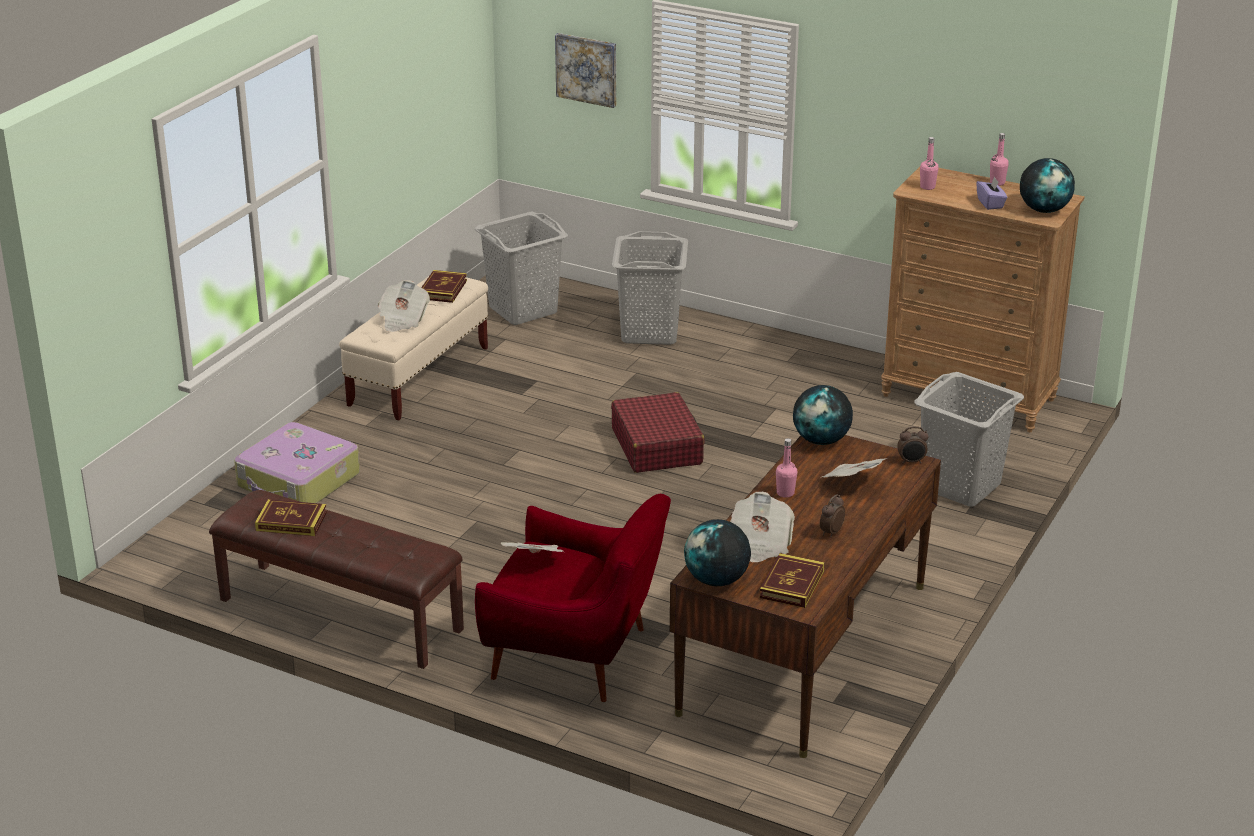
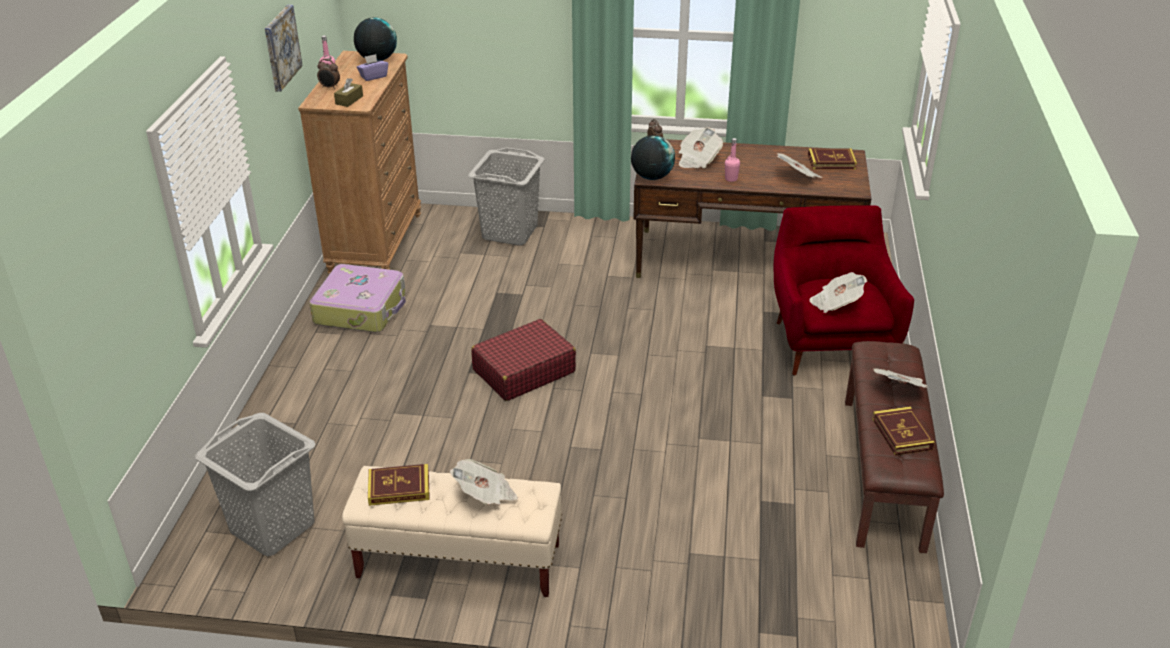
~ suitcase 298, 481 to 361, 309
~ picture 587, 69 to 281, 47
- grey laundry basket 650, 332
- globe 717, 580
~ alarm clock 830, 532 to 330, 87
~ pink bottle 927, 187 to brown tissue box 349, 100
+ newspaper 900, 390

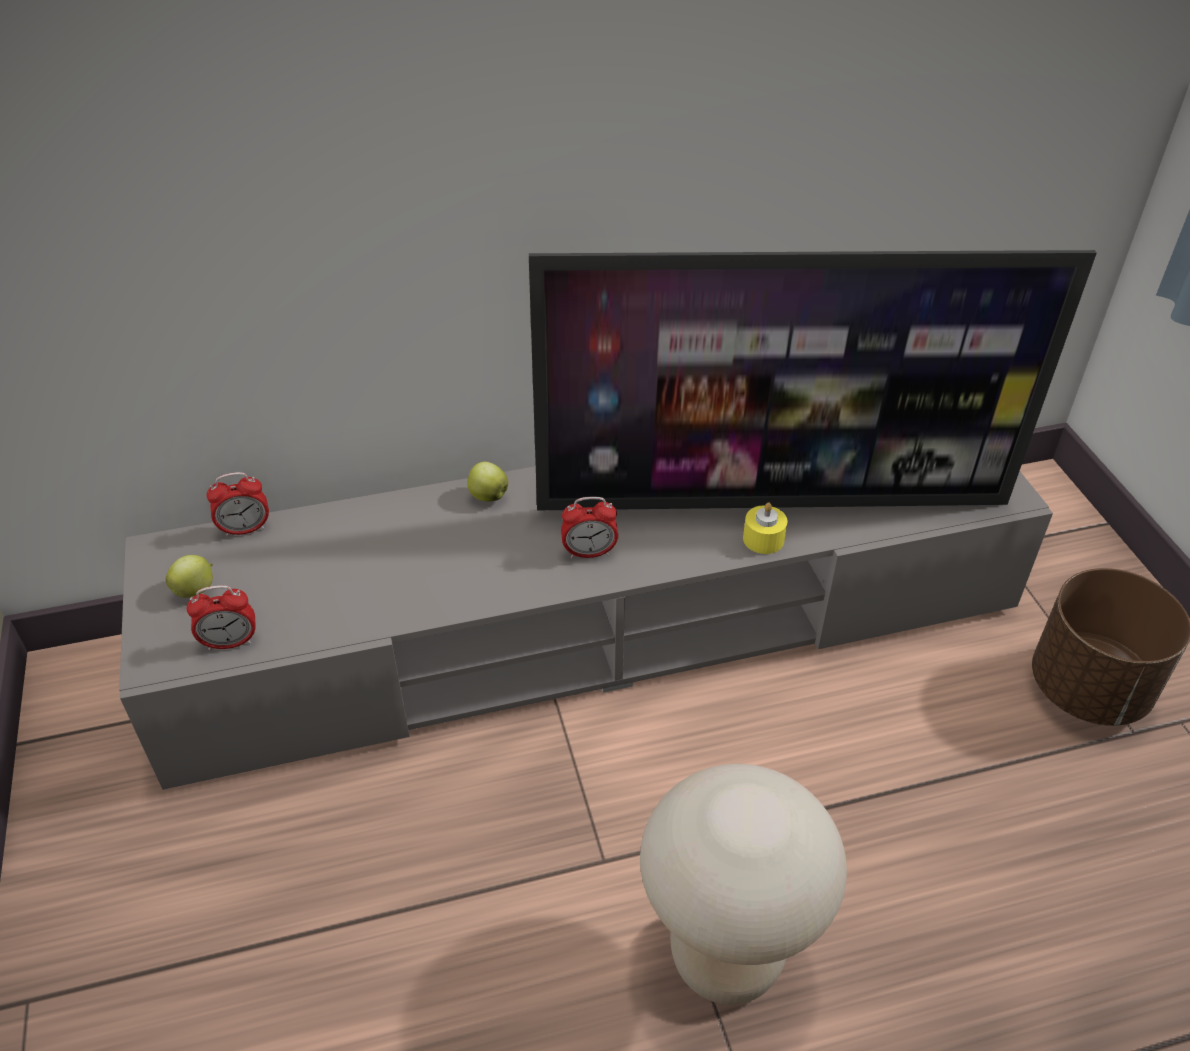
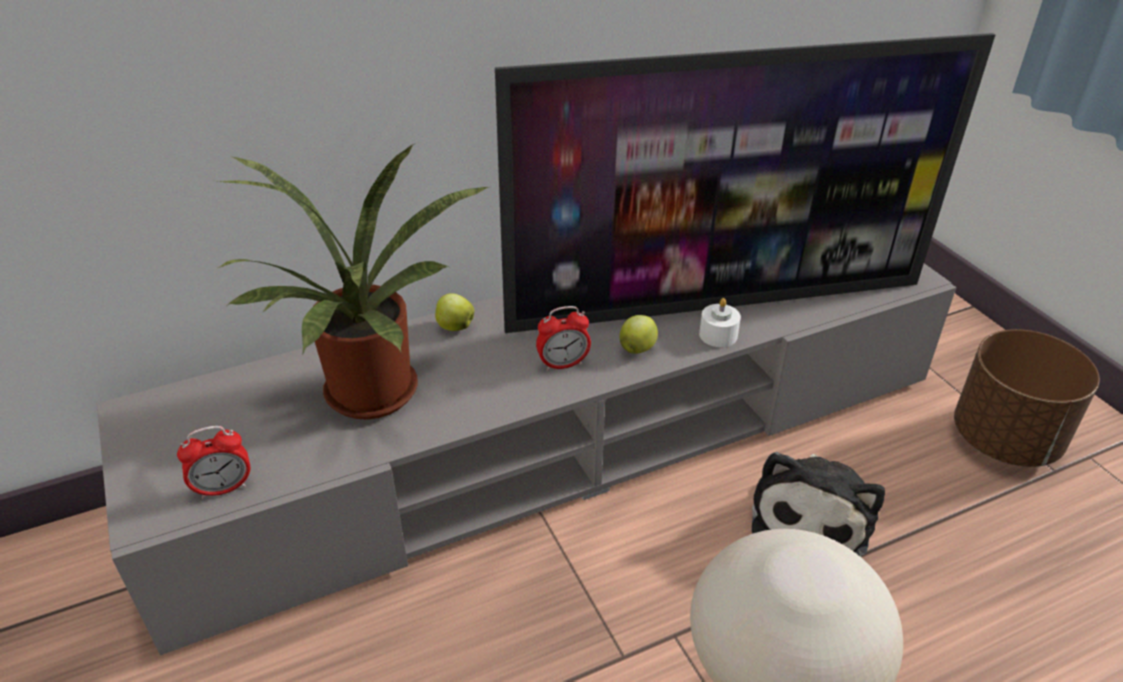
~ apple 196, 590 to 637, 348
- alarm clock 245, 529
~ yellow candle 763, 539 to white candle 718, 335
+ potted plant 371, 399
+ plush toy 812, 514

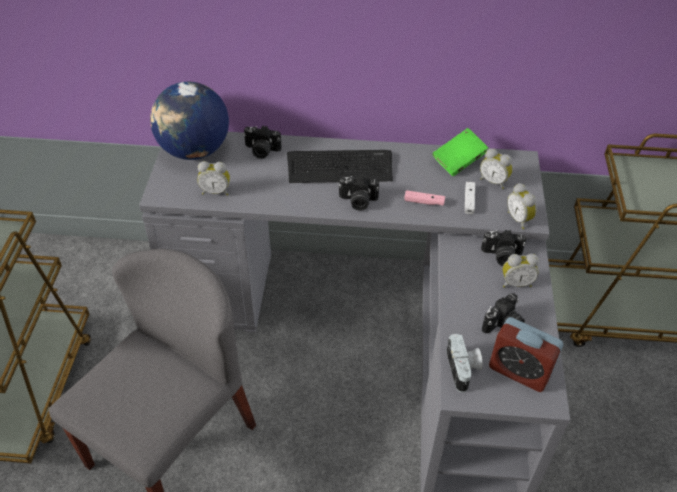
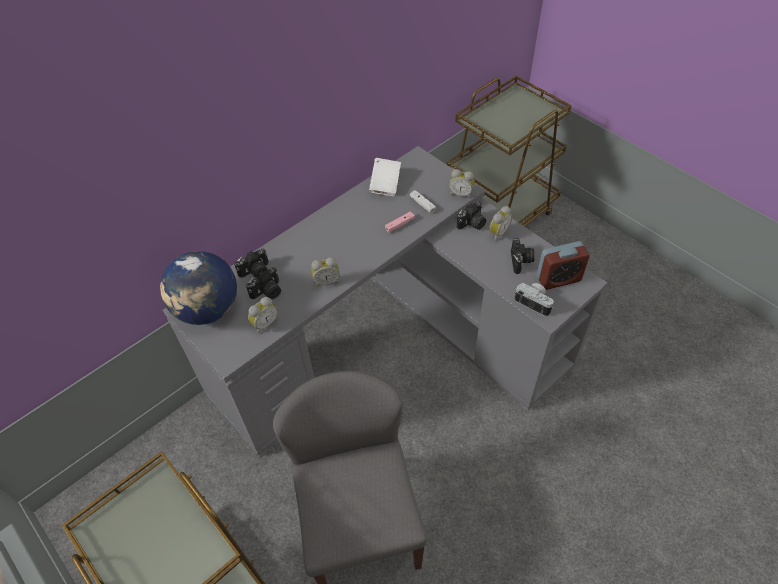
- keyboard 340, 167
~ photo camera 358, 201 to 268, 292
~ green book 458, 161 to white book 385, 184
~ alarm clock 494, 181 to 326, 281

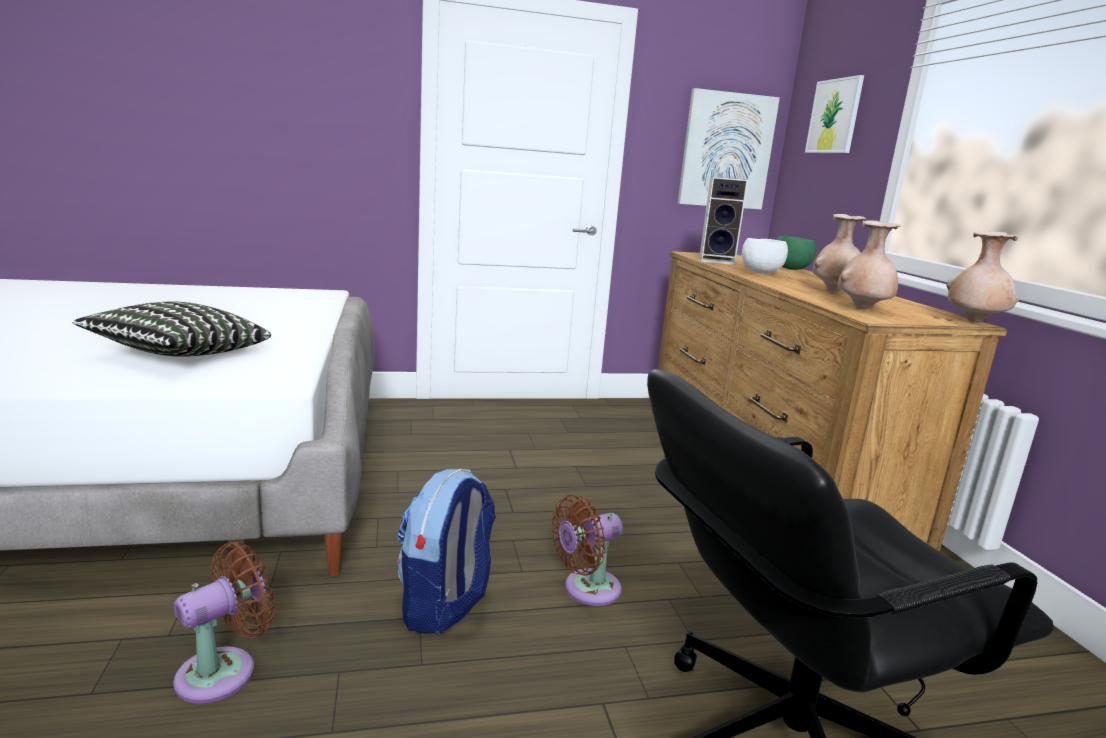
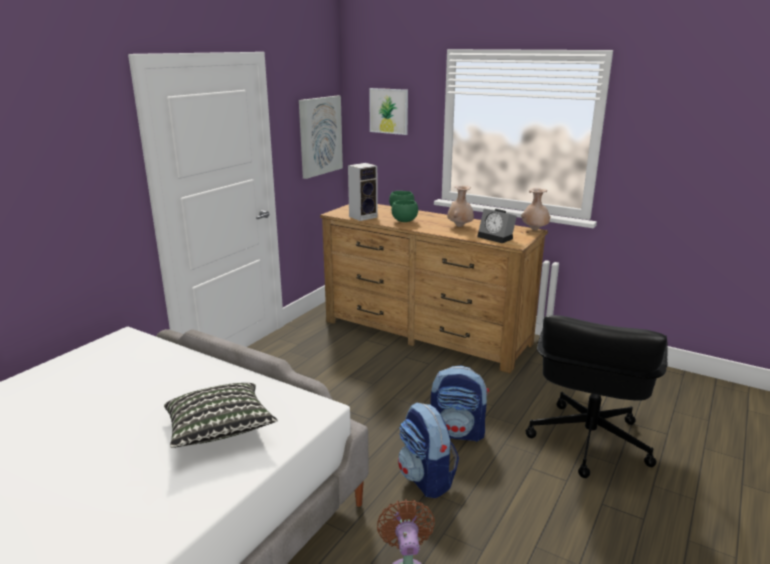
~ brown fan 586, 589 to backpack 457, 432
~ white bowl 761, 273 to green bowl 404, 221
~ beige vase 862, 308 to alarm clock 497, 237

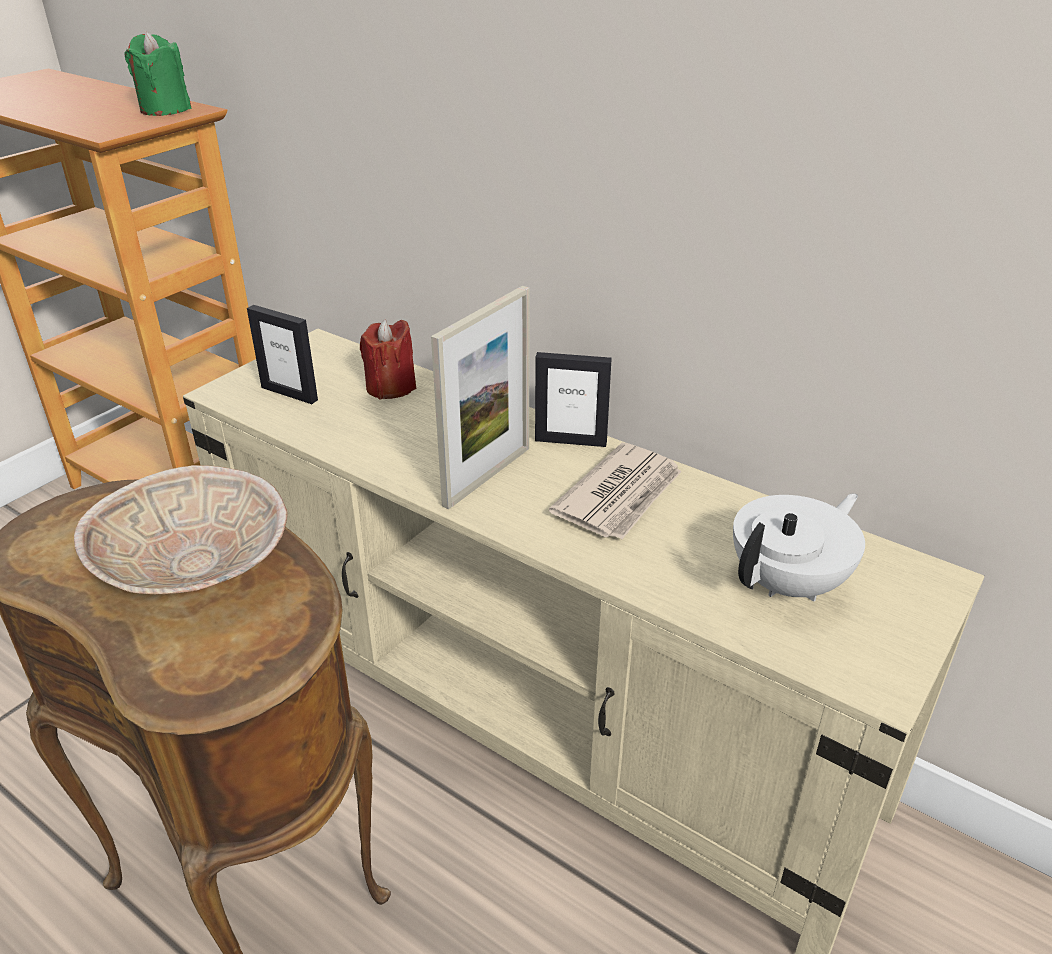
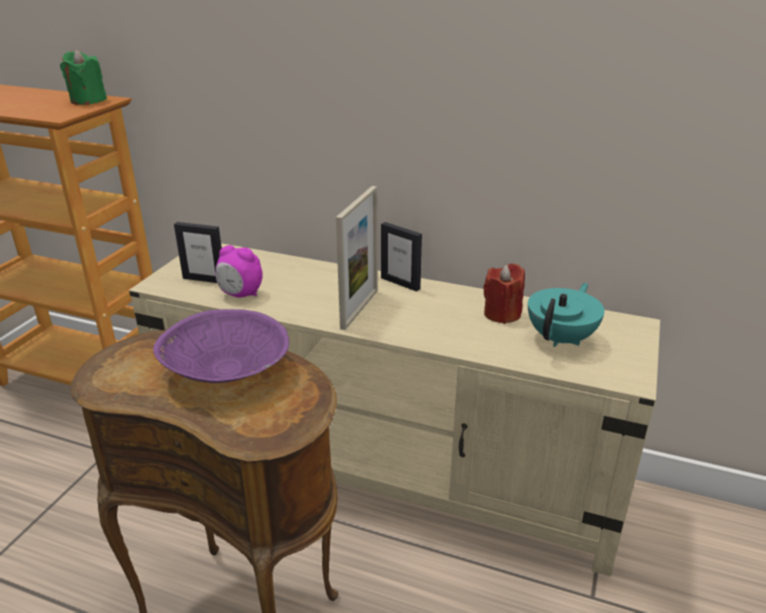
~ beige bowl 196, 568 to purple bowl 228, 372
~ red candle 391, 387 to 502, 314
~ picture frame 571, 441 = 400, 283 45 degrees clockwise
- newspaper 621, 496
~ white teapot 790, 583 to turquoise teapot 561, 338
+ alarm clock 240, 294

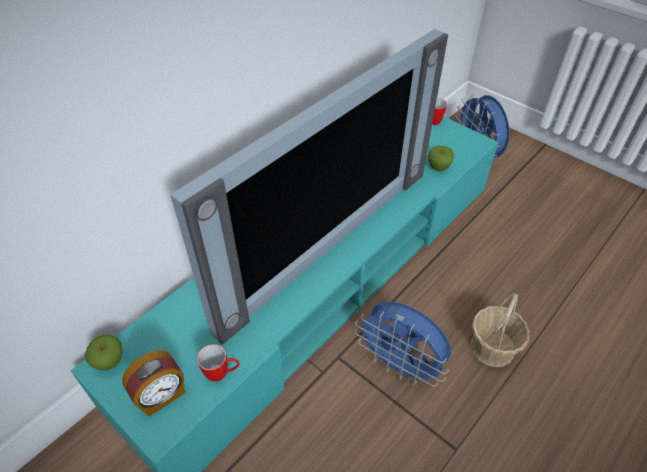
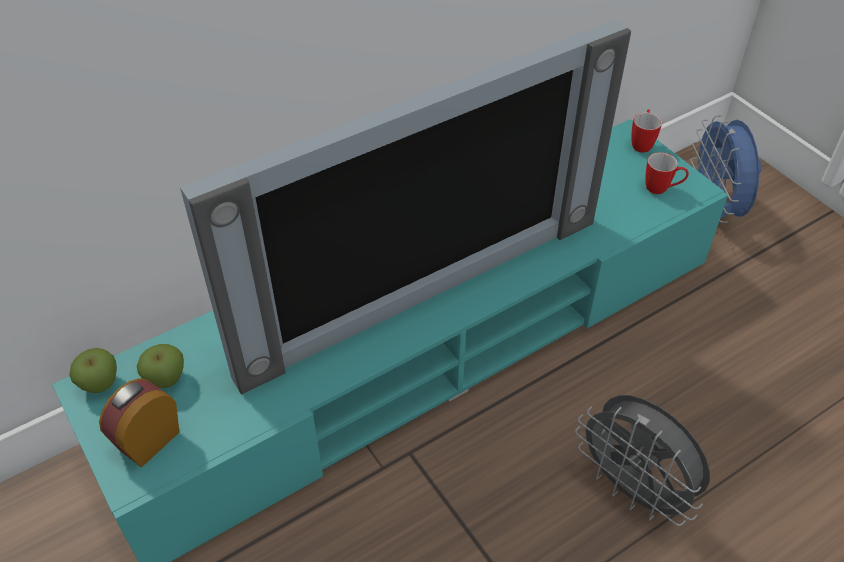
~ alarm clock 161, 396 = 148, 440 150 degrees clockwise
~ mug 222, 373 to 662, 189
- blue fan 400, 365
~ apple 438, 167 to 166, 379
~ basket 493, 347 to grey fan 634, 490

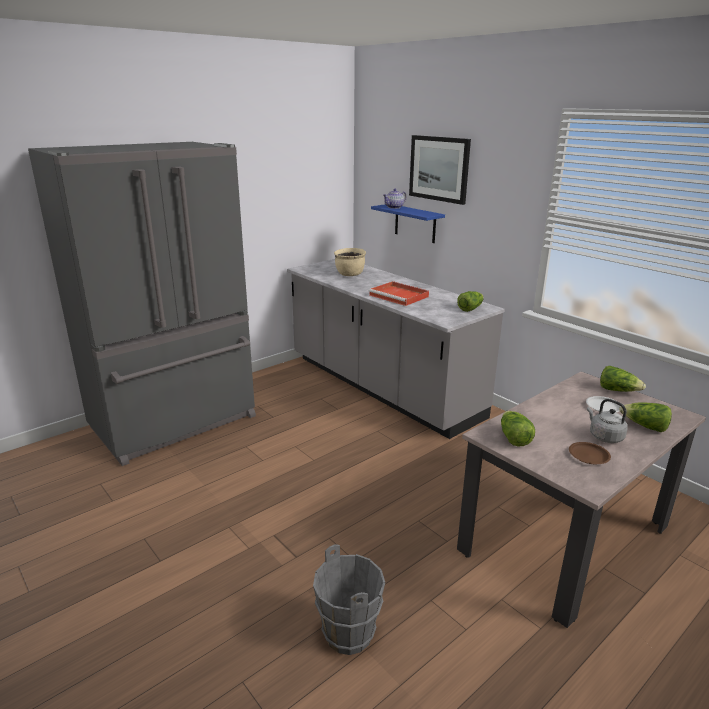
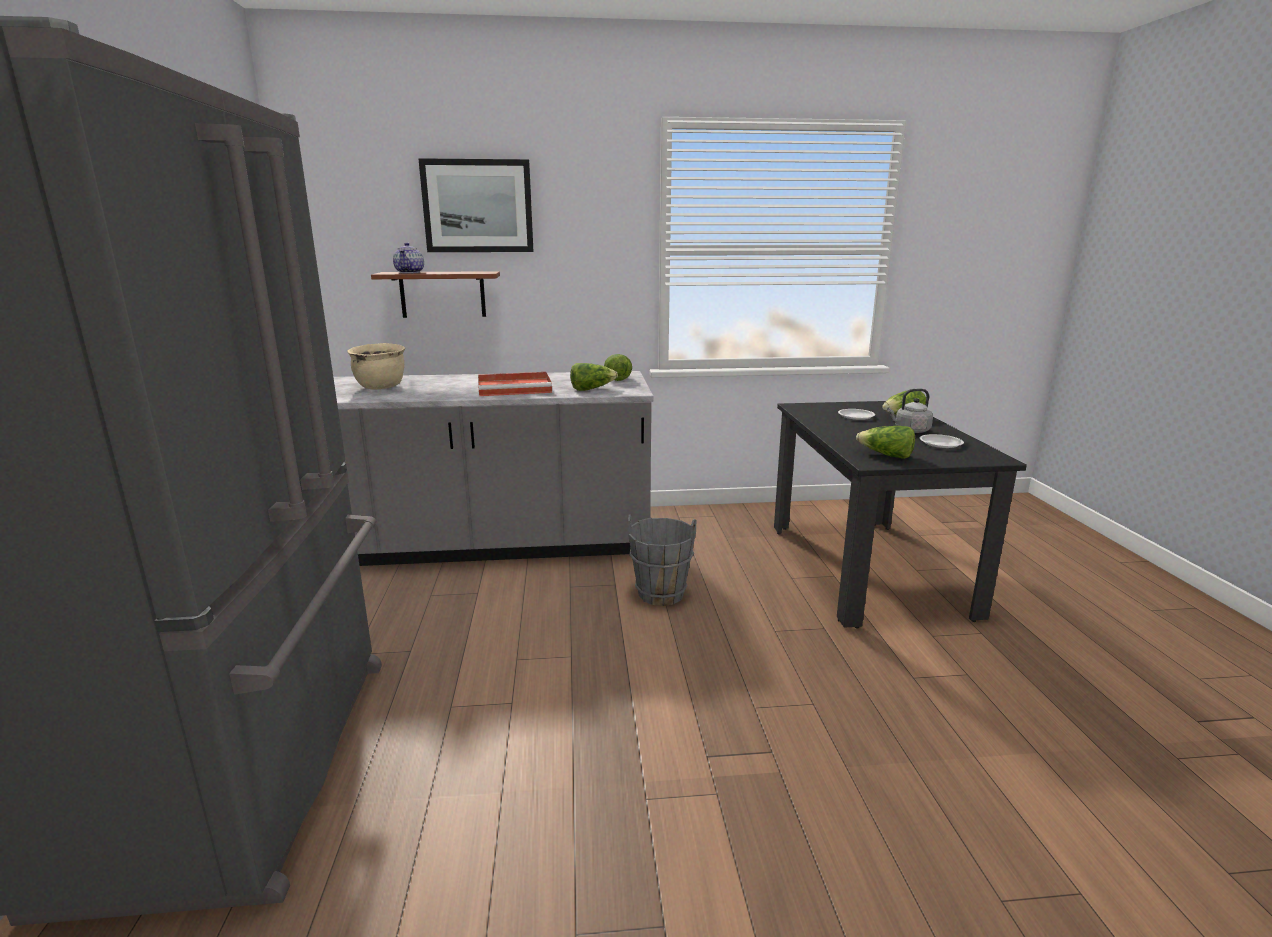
~ grey bucket 349, 634 to 660, 594
~ blue shelf 415, 223 to brown shelf 442, 294
~ beige dining table 564, 539 to black dining table 866, 569
~ brown plate 589, 456 to white plate 940, 443
~ lettuce 618, 390 to 592, 389

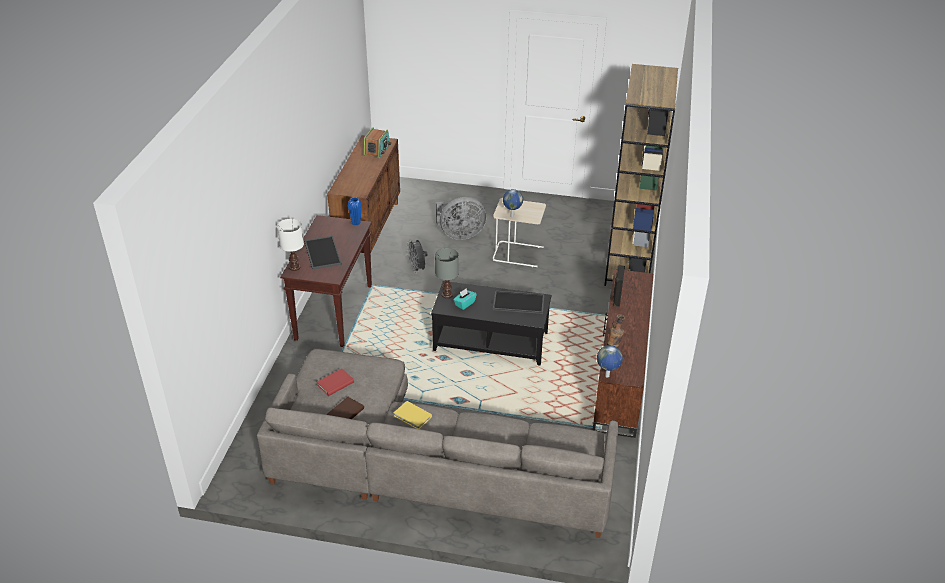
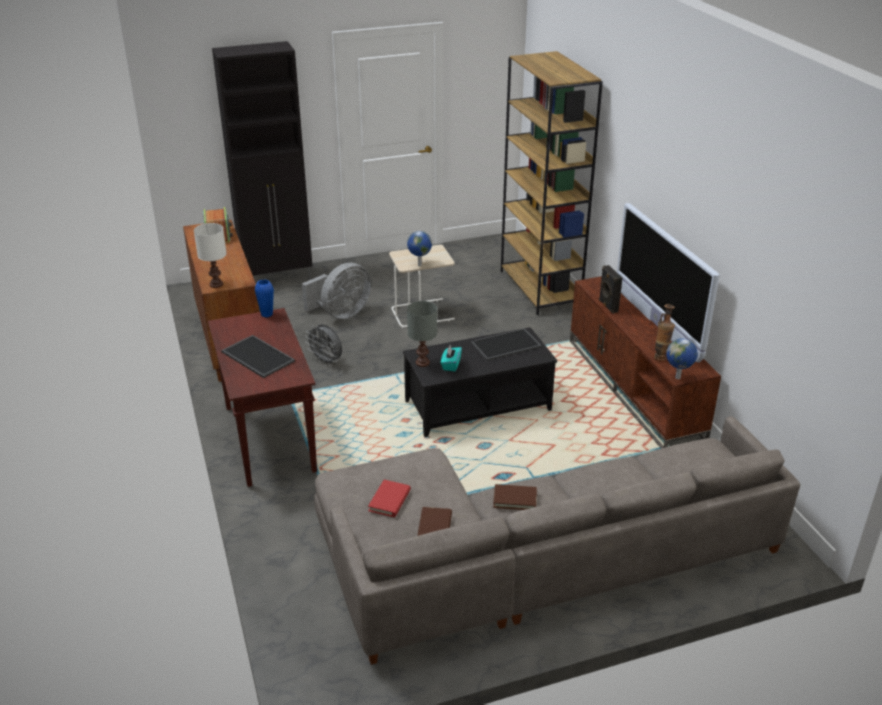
~ white table lamp 294, 267 to 215, 284
~ yellow book 412, 416 to brown book 515, 499
+ black cabinet 278, 278
+ television 656, 324

